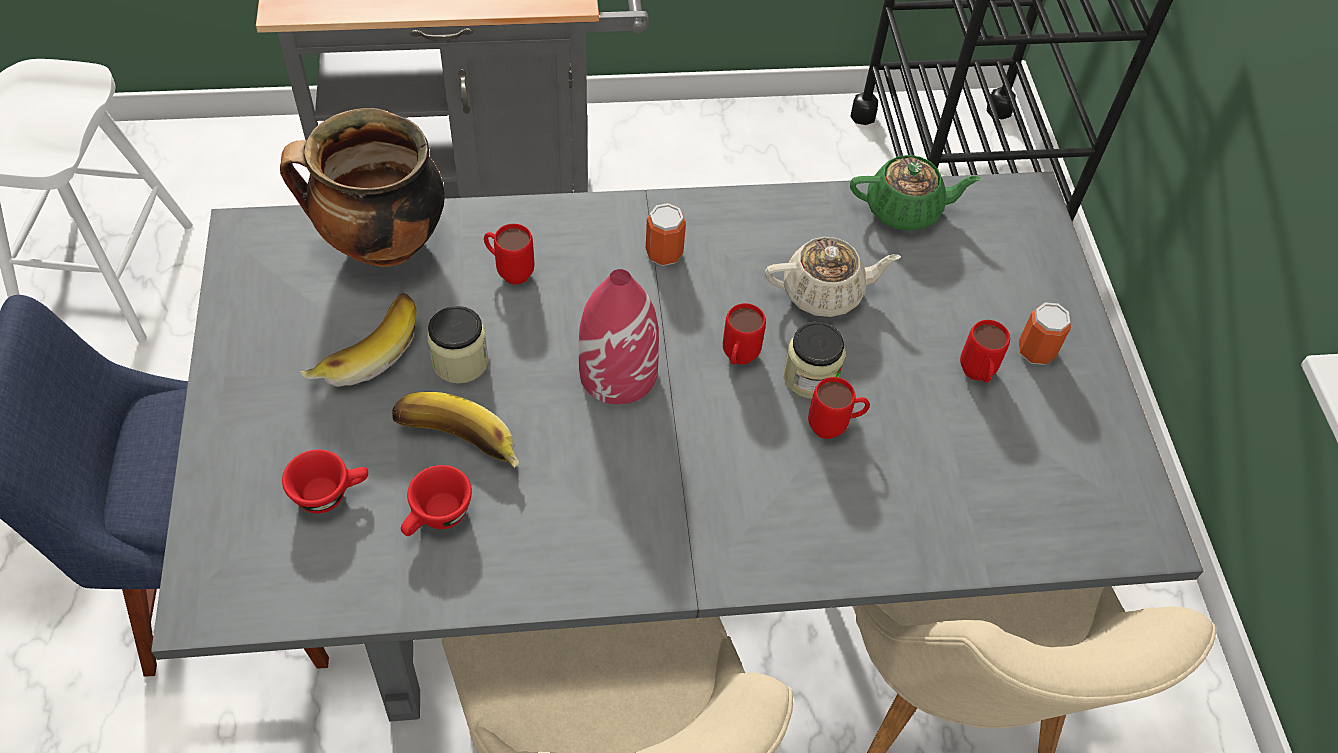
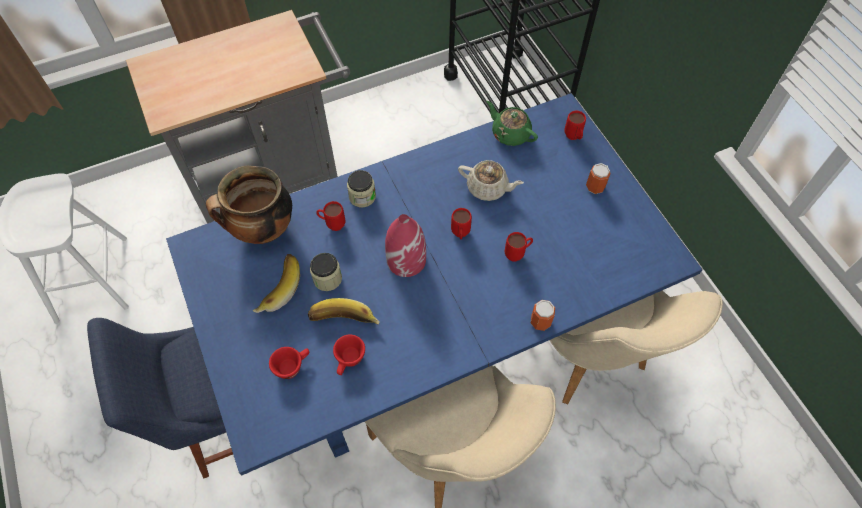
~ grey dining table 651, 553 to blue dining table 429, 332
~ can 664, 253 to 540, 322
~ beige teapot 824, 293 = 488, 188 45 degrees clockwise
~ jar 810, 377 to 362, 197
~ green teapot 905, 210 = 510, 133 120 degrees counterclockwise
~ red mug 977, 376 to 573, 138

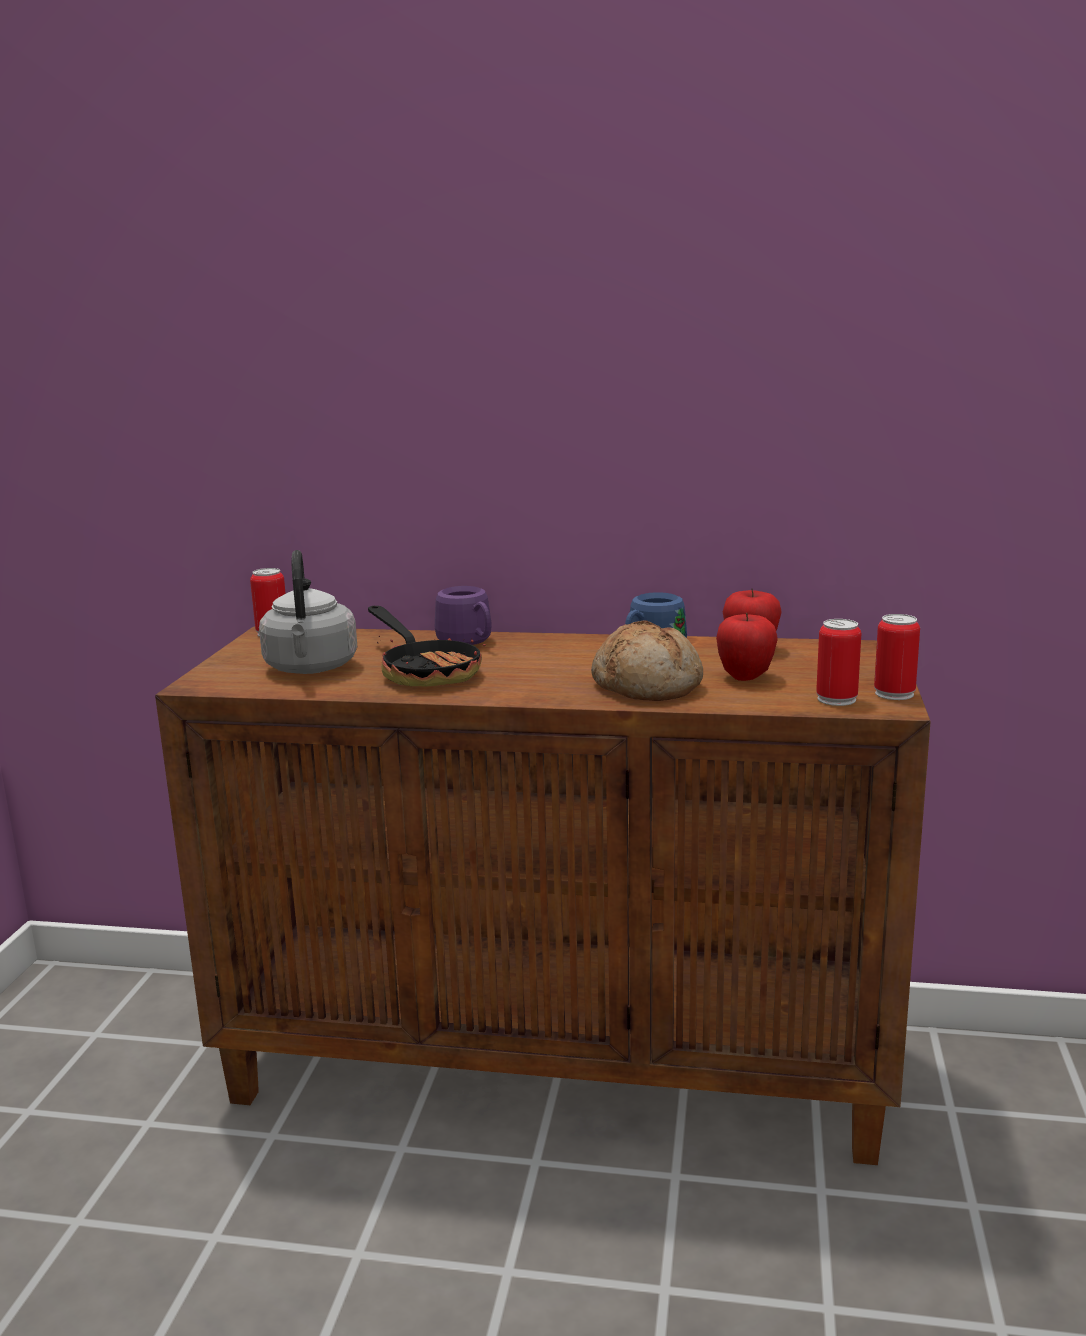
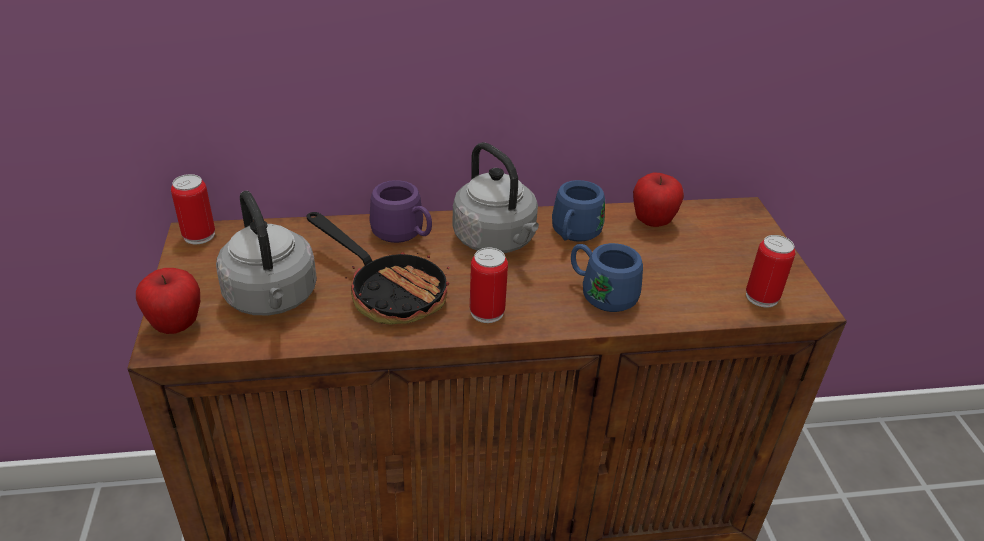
~ bread 647, 686 to blue mug 601, 293
~ apple 745, 677 to 176, 325
~ can 894, 693 to 487, 312
+ grey kettle 497, 241

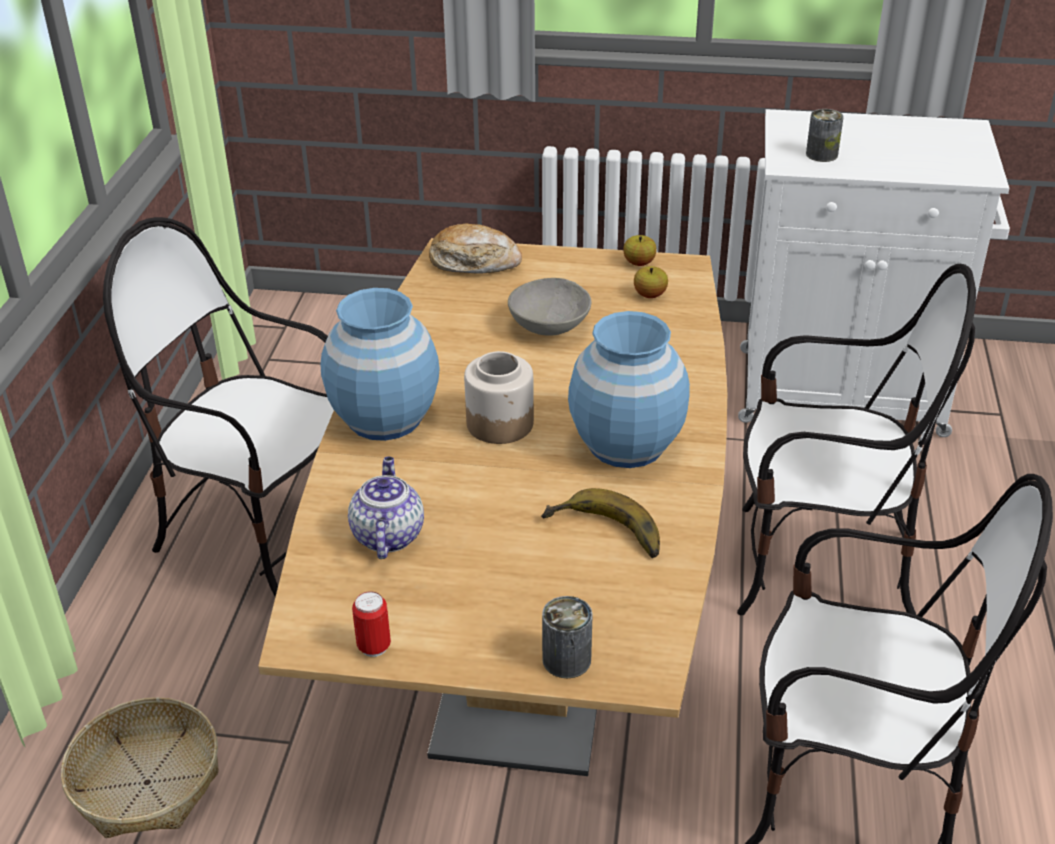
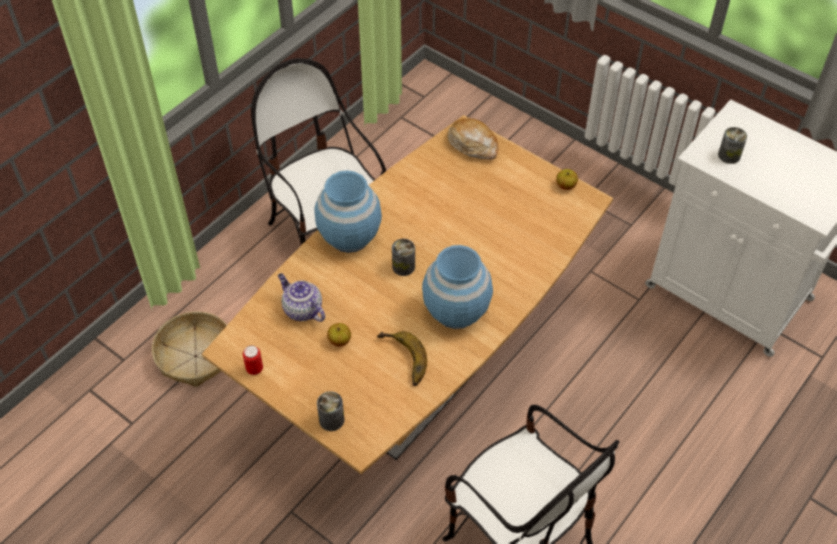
~ teapot 387, 535 = 302, 310 75 degrees counterclockwise
~ jar 500, 423 to can 403, 266
- grey bowl 548, 326
~ apple 650, 295 to 339, 341
- chair 820, 568

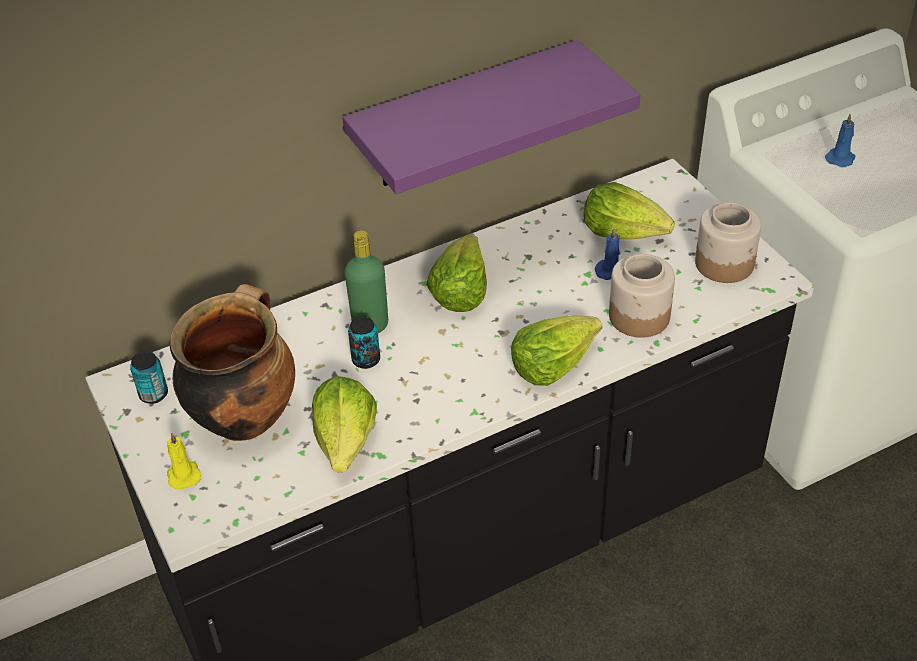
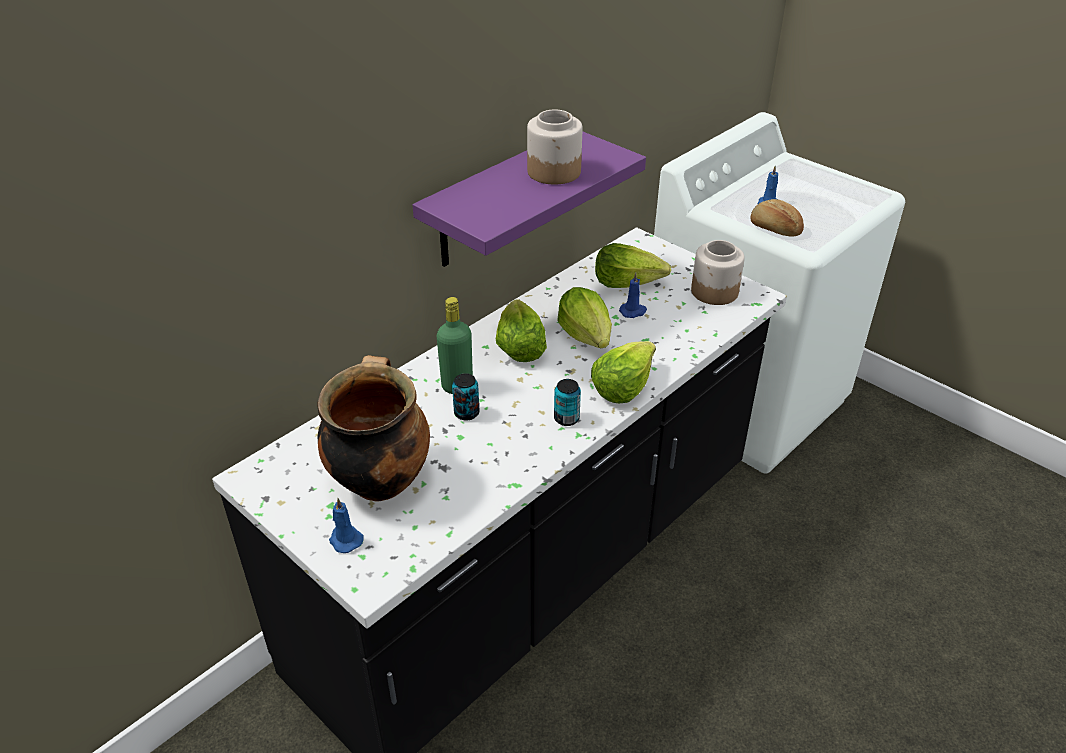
~ can 153, 394 to 566, 418
~ yellow candle 183, 474 to blue candle 345, 539
~ lettuce 346, 441 to 587, 336
~ jar 640, 316 to 554, 172
+ bread 774, 229

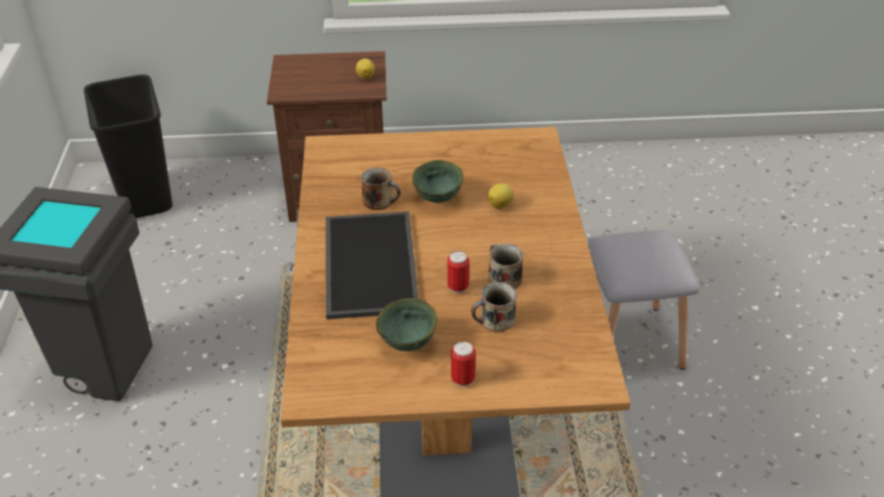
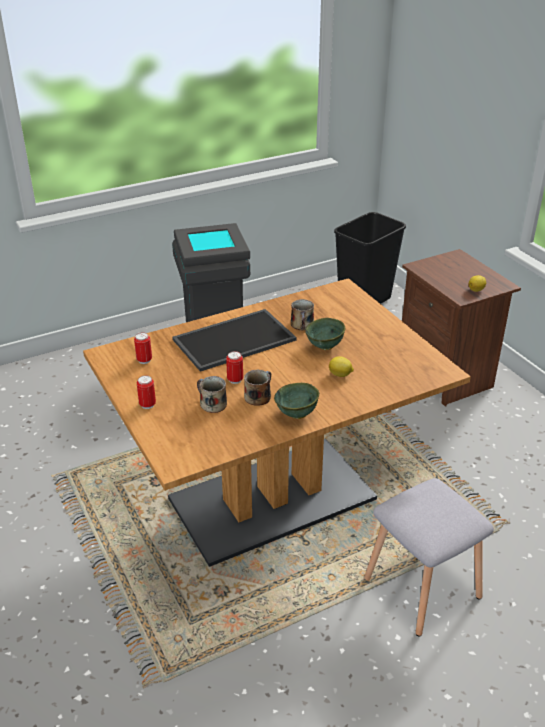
~ green bowl 409, 343 to 297, 415
+ can 144, 360

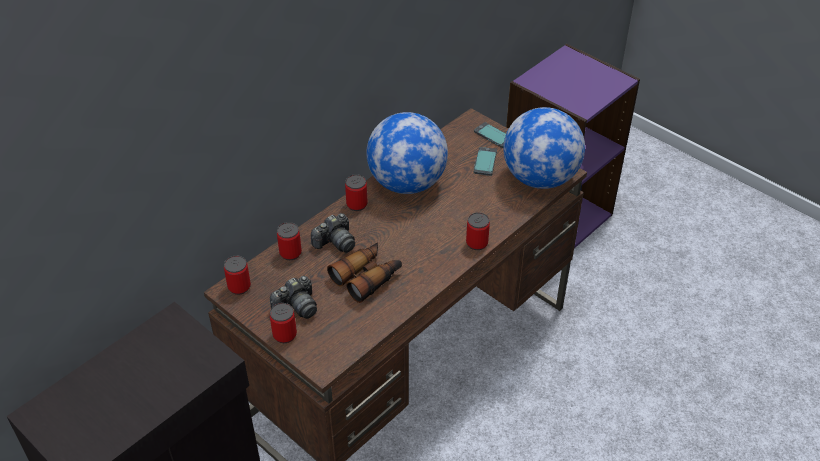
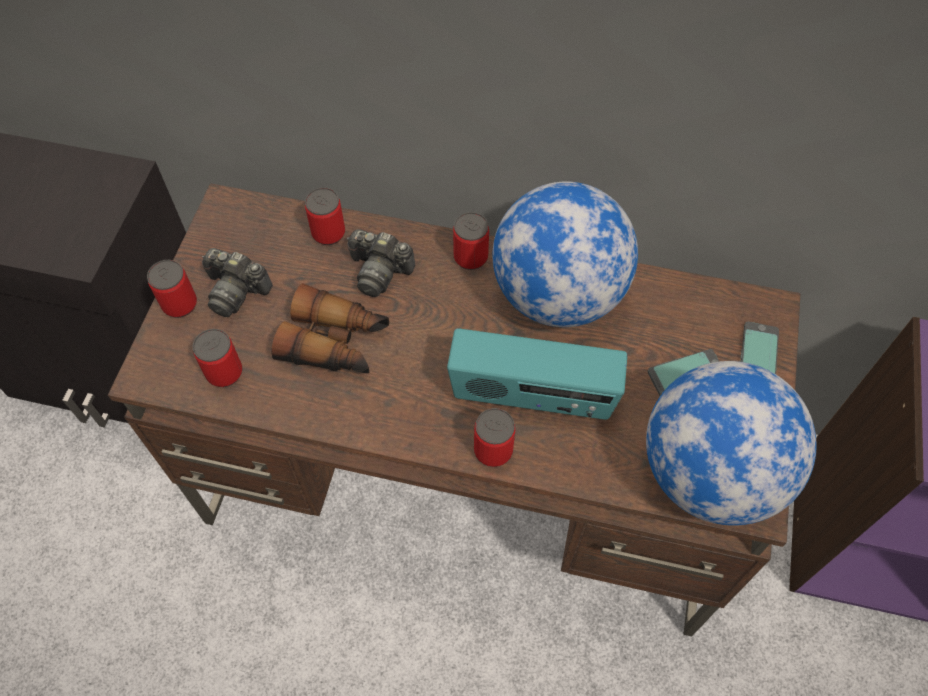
~ can 239, 287 to 224, 372
+ radio 532, 396

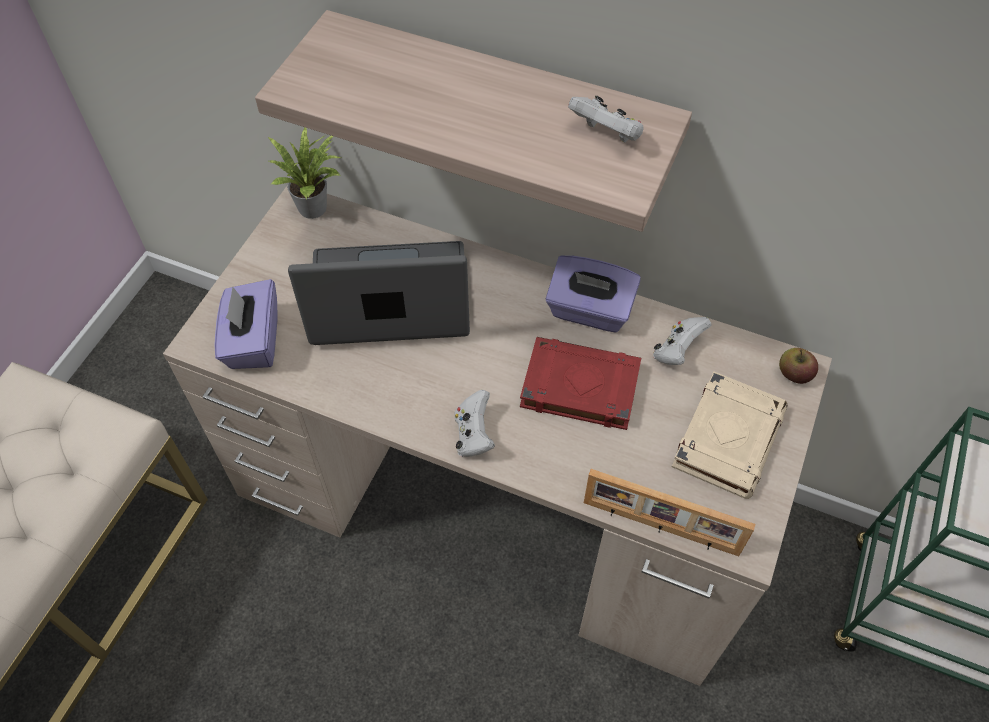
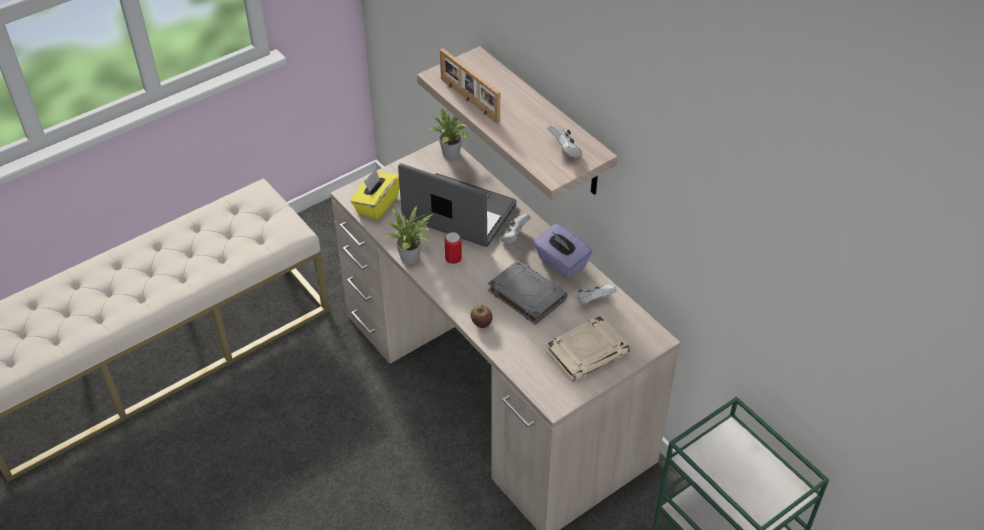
~ purple tissue box 253, 341 to yellow tissue box 377, 205
~ white game controller 473, 435 to 514, 237
~ red book 578, 387 to grey book 526, 295
~ picture frame 660, 528 to 468, 100
~ apple 794, 374 to 481, 323
+ potted plant 412, 257
+ can 453, 259

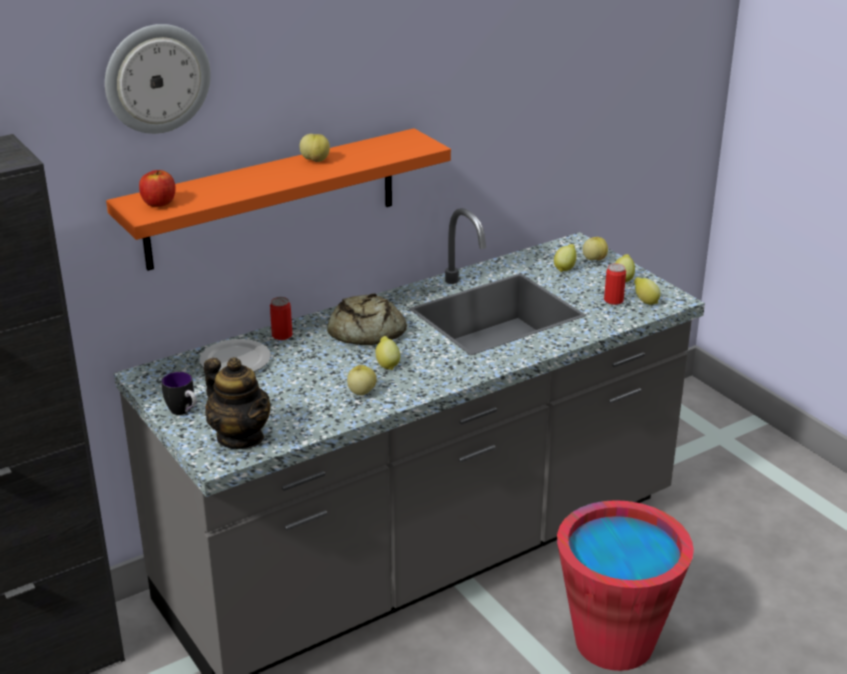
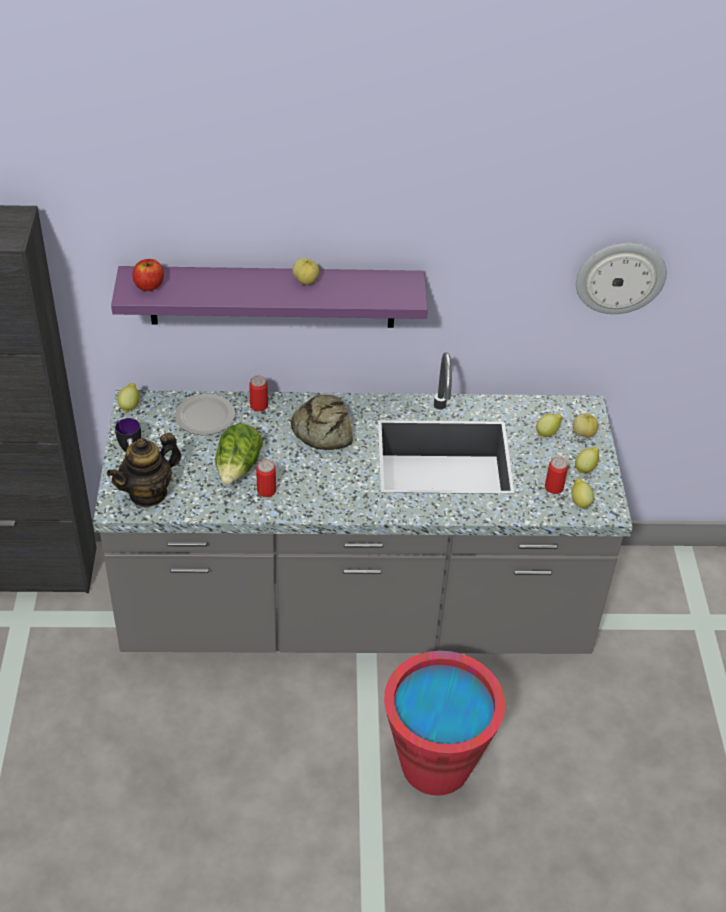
~ wall clock 157, 78 to 620, 277
~ orange shelf 272, 199 to purple shelf 272, 296
~ teapot 240, 437 = 148, 493 60 degrees clockwise
~ apple 361, 392 to can 266, 491
~ lemon 387, 365 to 130, 406
+ lettuce 238, 468

